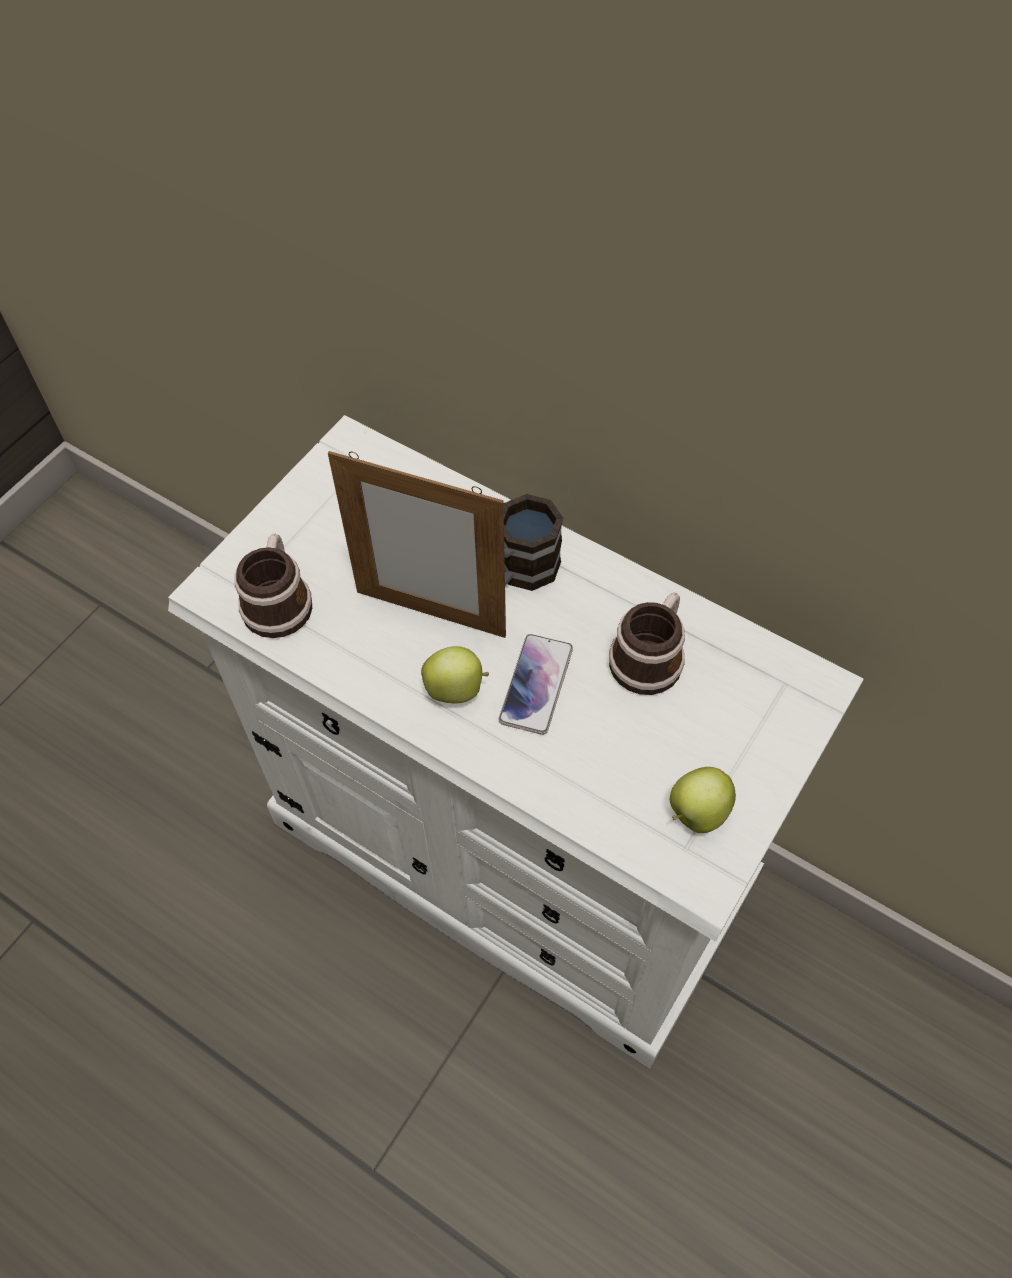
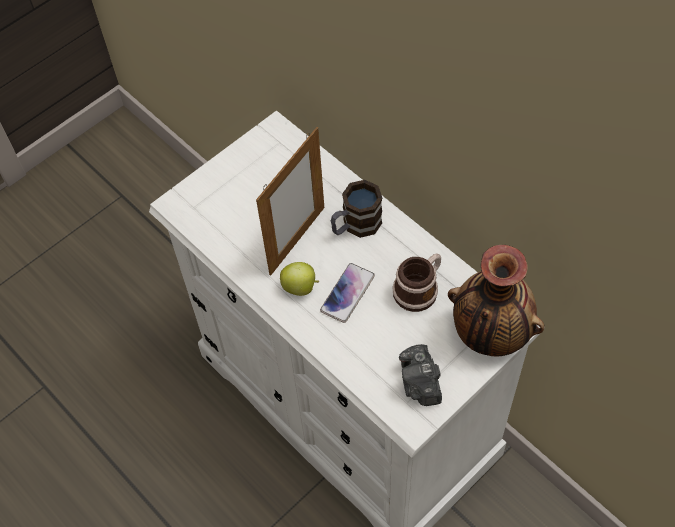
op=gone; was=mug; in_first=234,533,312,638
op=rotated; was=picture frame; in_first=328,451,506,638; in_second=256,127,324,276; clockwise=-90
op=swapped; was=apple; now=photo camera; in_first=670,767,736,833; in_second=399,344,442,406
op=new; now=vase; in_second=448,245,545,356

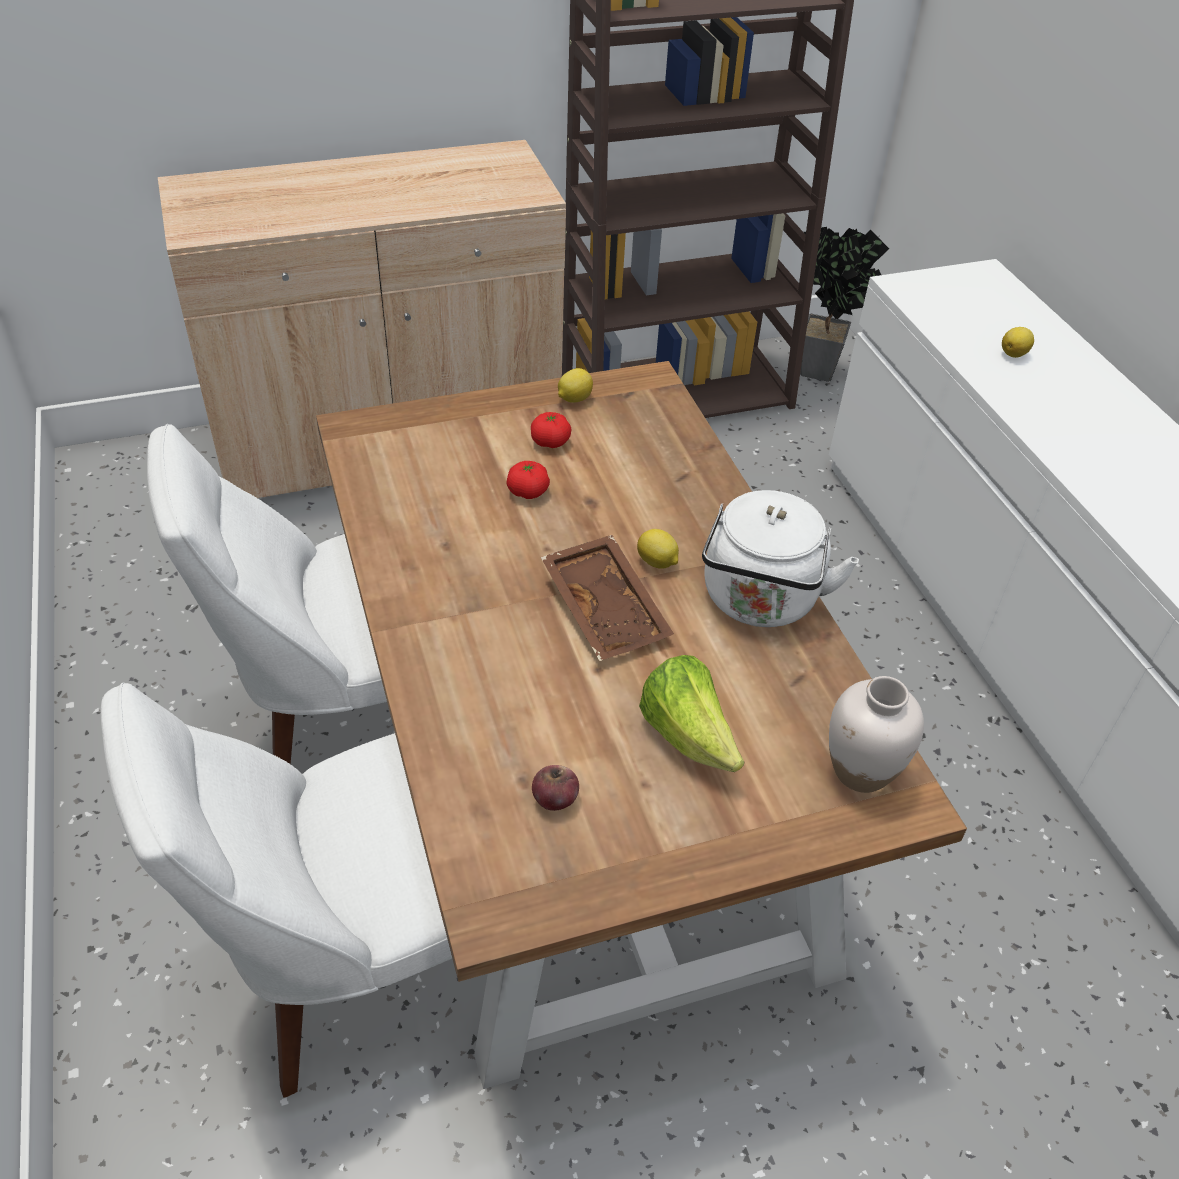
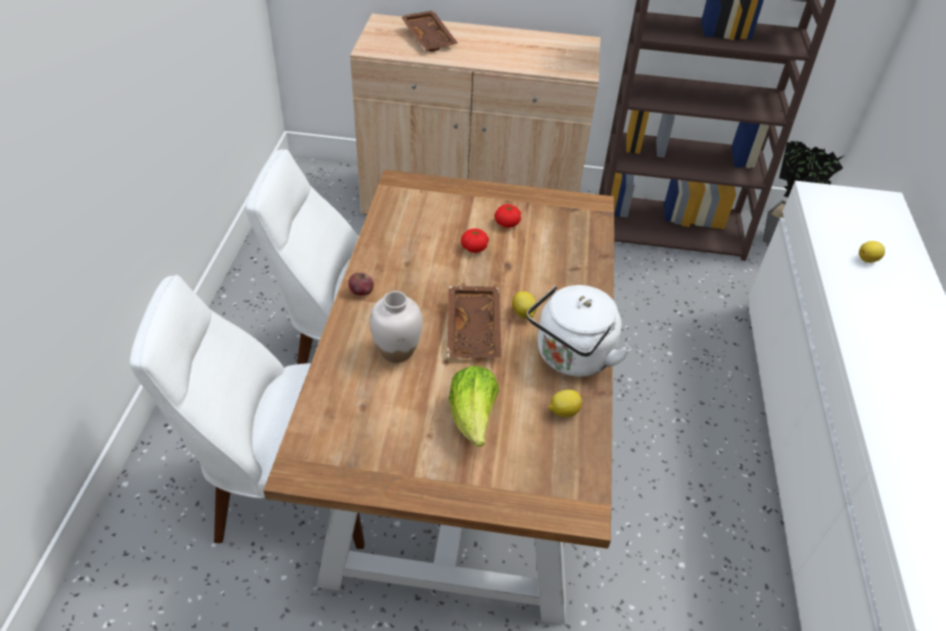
op=shifted; was=apple; in_first=532,765,579,811; in_second=348,273,374,296
op=shifted; was=lemon; in_first=558,368,593,403; in_second=549,389,582,417
op=shifted; was=vase/white; in_first=829,676,924,793; in_second=369,291,422,363
op=new; now=tray/brown; in_second=401,10,458,52

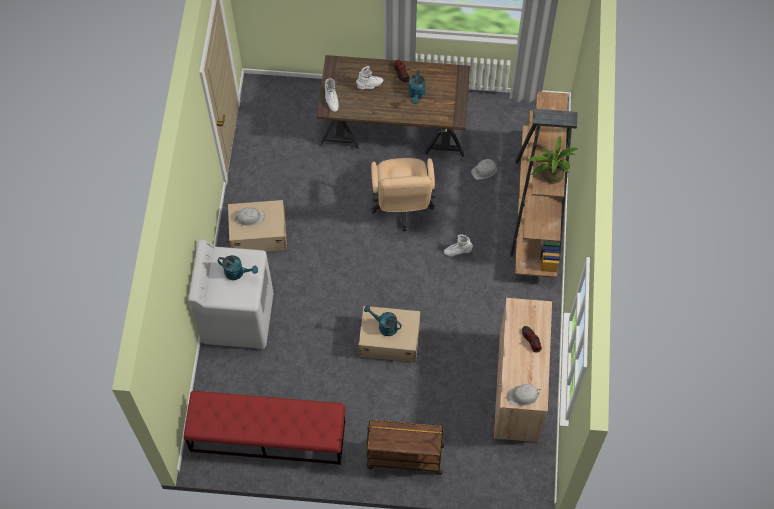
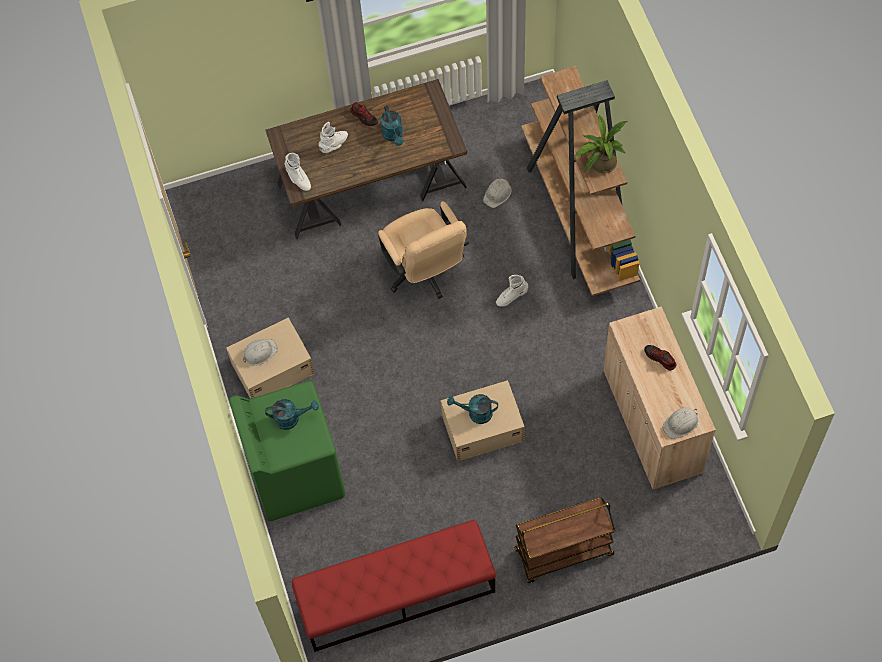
op=repainted; was=washing machine/white; now=washing machine/green; in_first=188,239,274,349; in_second=229,381,345,522

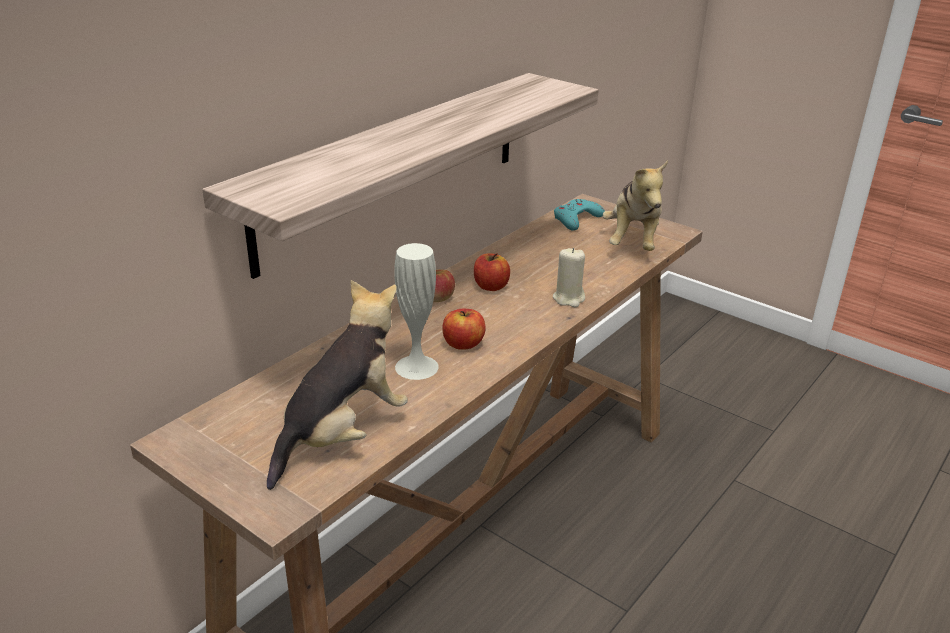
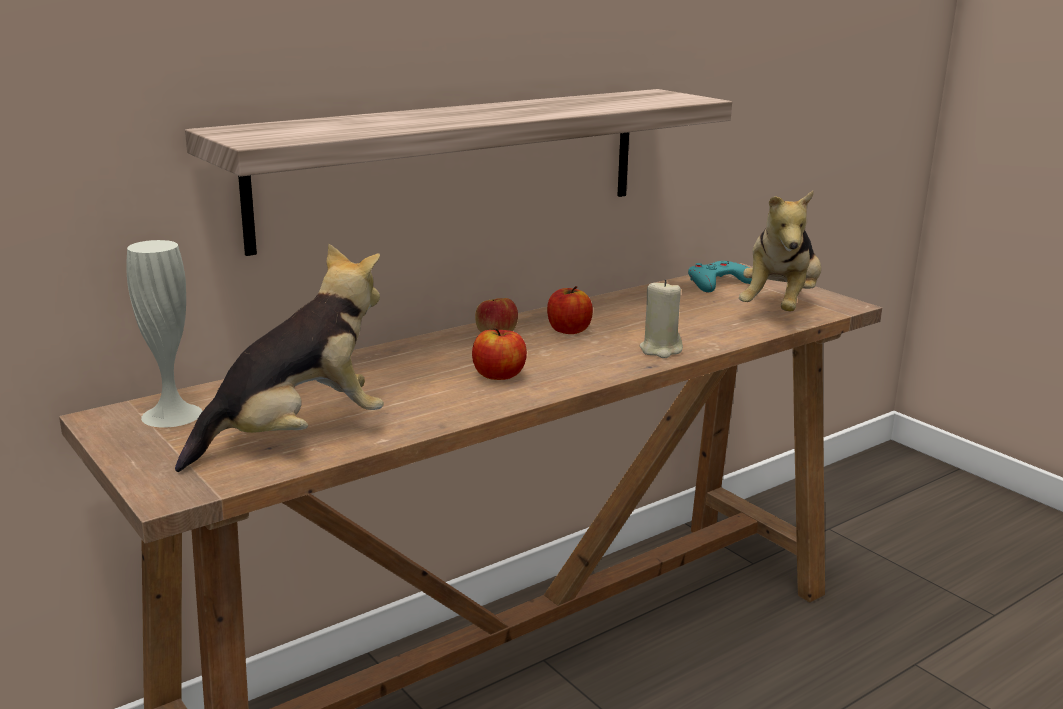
op=shifted; was=vase/white; in_first=394,243,439,380; in_second=127,240,203,427

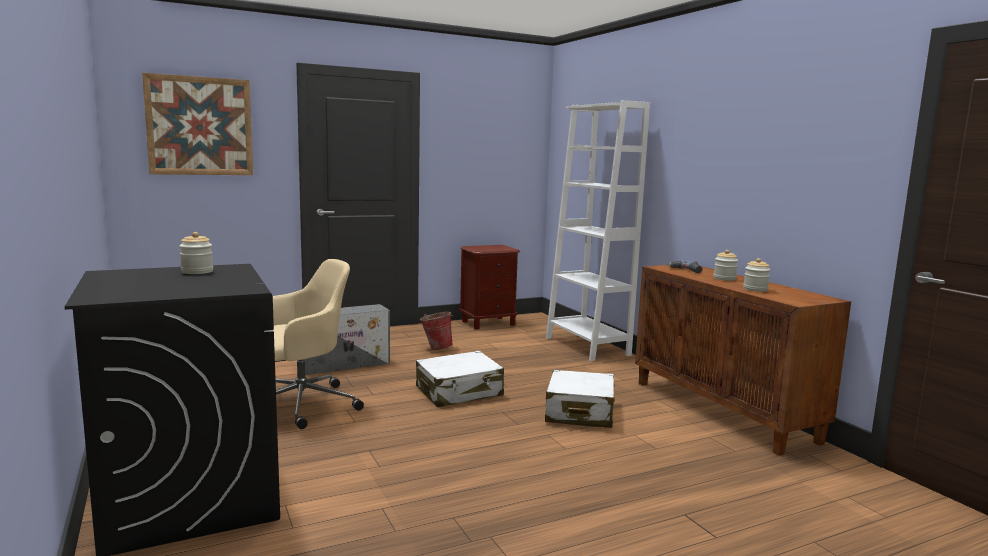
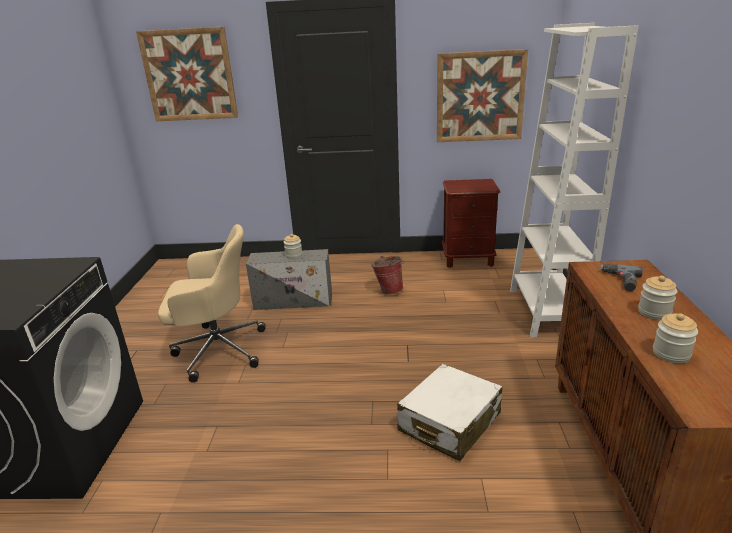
op=shifted; was=jar; in_first=180,232,213,274; in_second=284,234,302,259
op=gone; was=suitcase/white; in_first=416,351,504,407
op=new; now=picture; in_second=437,49,528,142

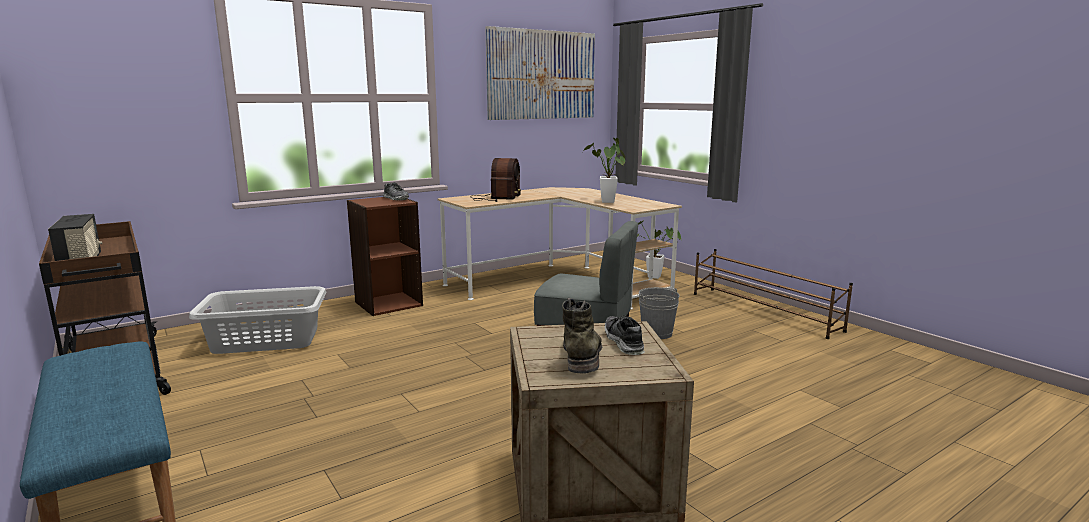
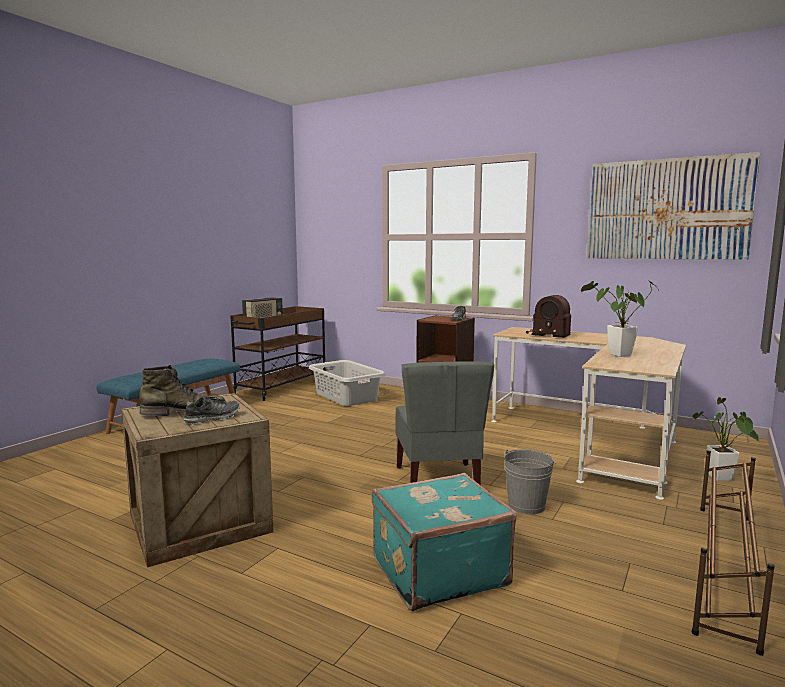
op=rotated; was=radio; in_first=470,158,521,202; in_second=526,295,571,338; clockwise=45
op=new; now=suitcase/turquoise; in_second=372,473,517,611

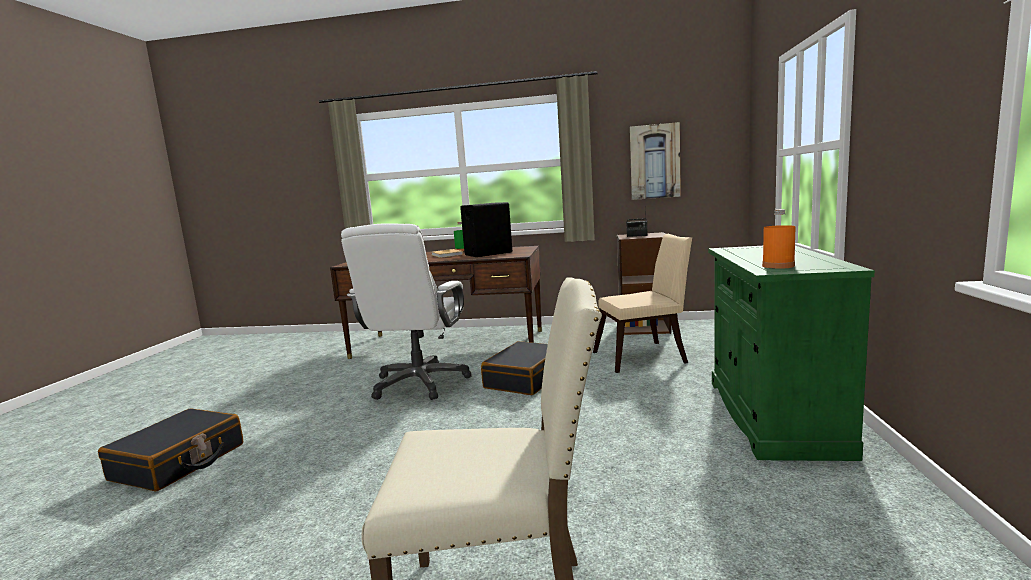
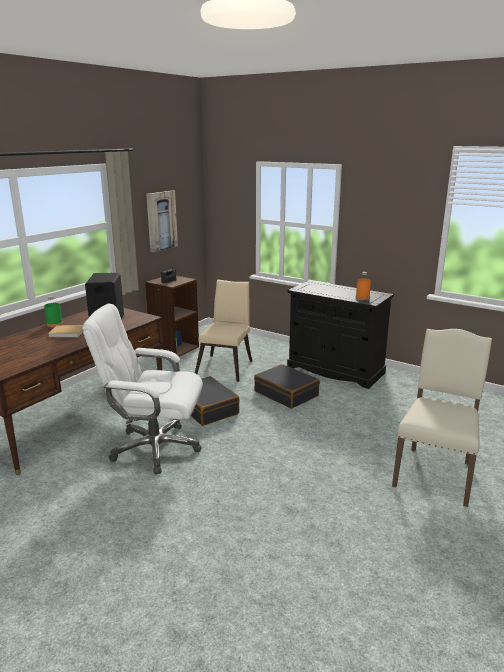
op=shifted; was=suitcase/black; in_first=98,409,243,492; in_second=254,364,320,409
op=rotated; was=office chair/white; in_first=341,224,472,400; in_second=82,303,203,474; clockwise=150
op=repainted; was=cabinet/green; now=cabinet/black; in_first=708,246,875,461; in_second=287,280,394,389

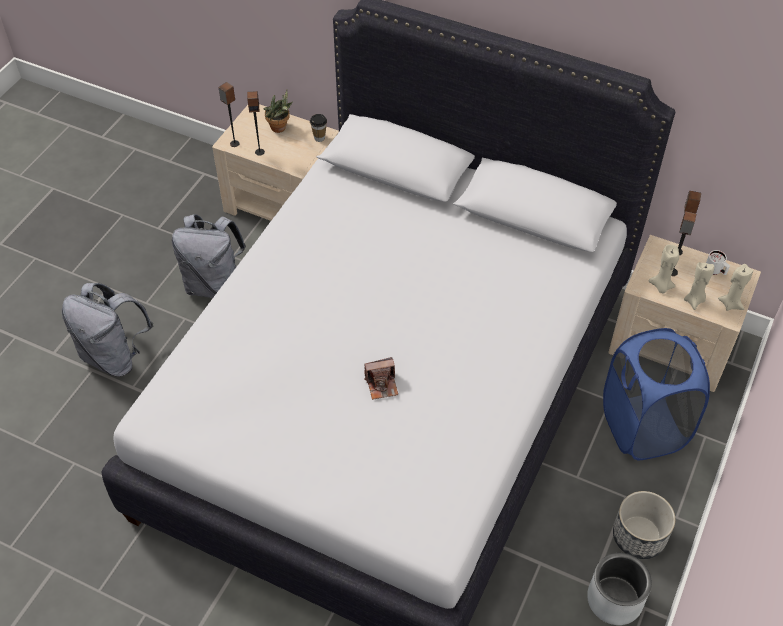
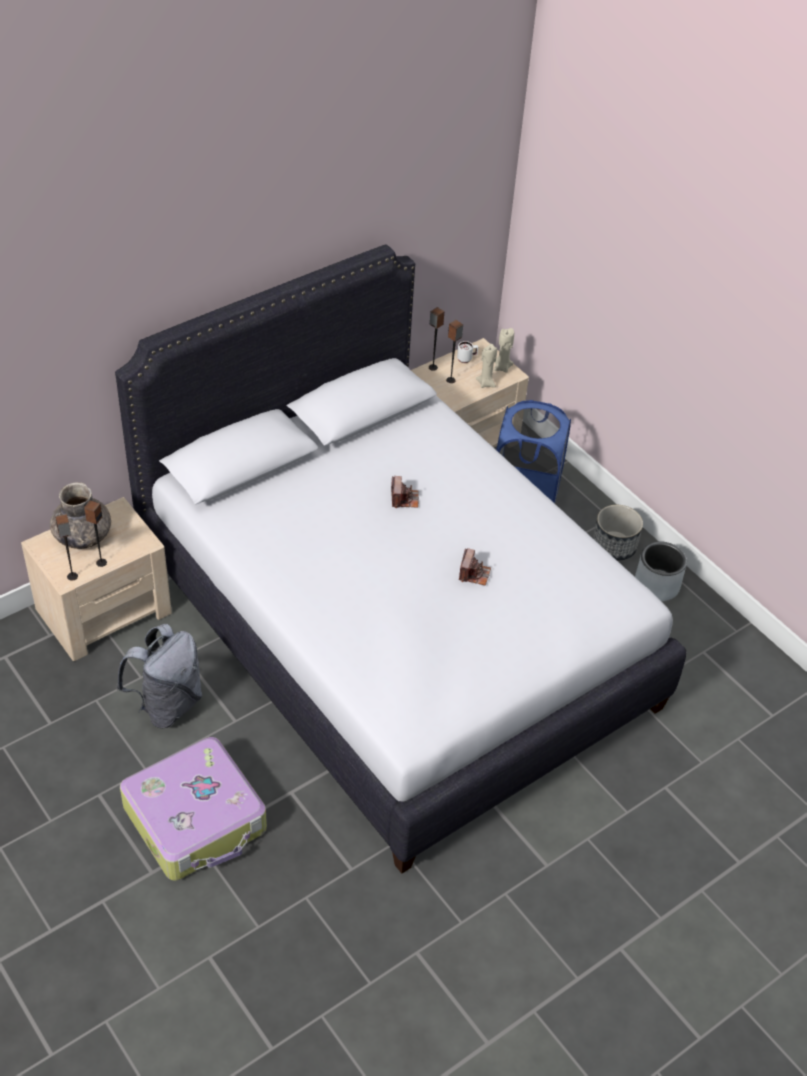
op=swapped; was=backpack/grey; now=suitcase; in_first=62,283,153,377; in_second=120,737,267,880
op=swapped; was=potted plant; now=vase/grey; in_first=264,90,293,133; in_second=50,482,111,549
op=gone; was=cup; in_first=310,114,327,142
op=gone; was=candle/beige; in_first=648,244,679,294
op=new; now=photo camera; in_second=391,476,419,508

